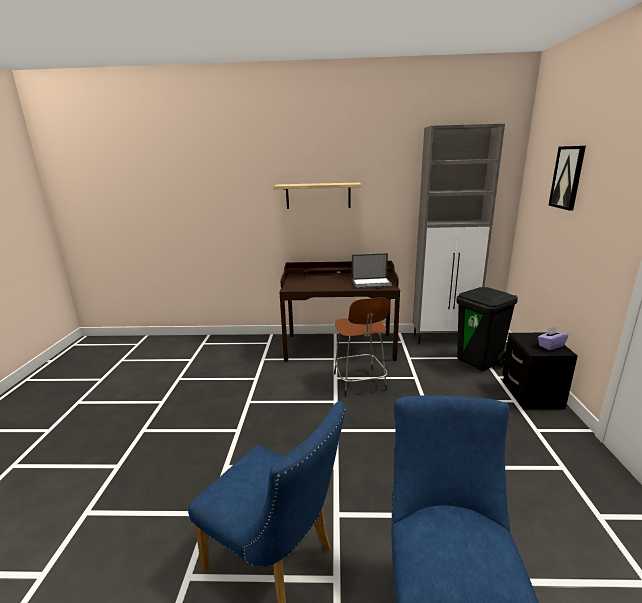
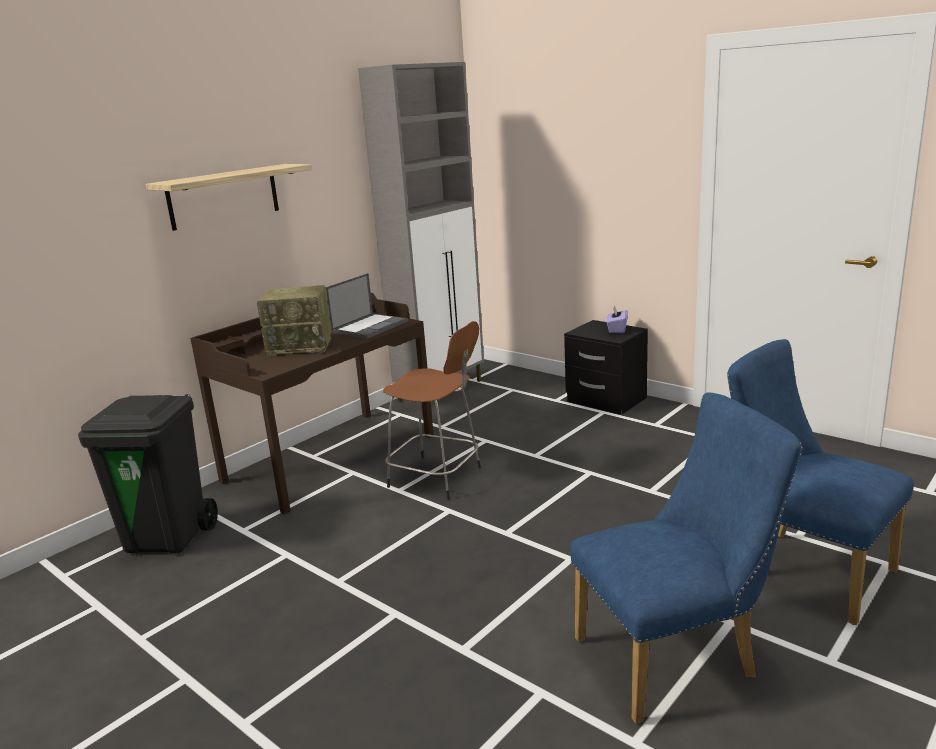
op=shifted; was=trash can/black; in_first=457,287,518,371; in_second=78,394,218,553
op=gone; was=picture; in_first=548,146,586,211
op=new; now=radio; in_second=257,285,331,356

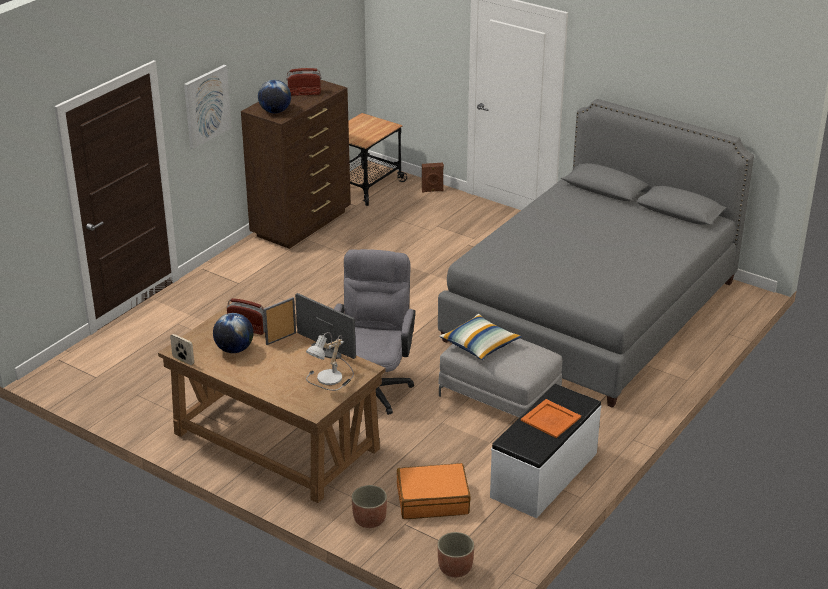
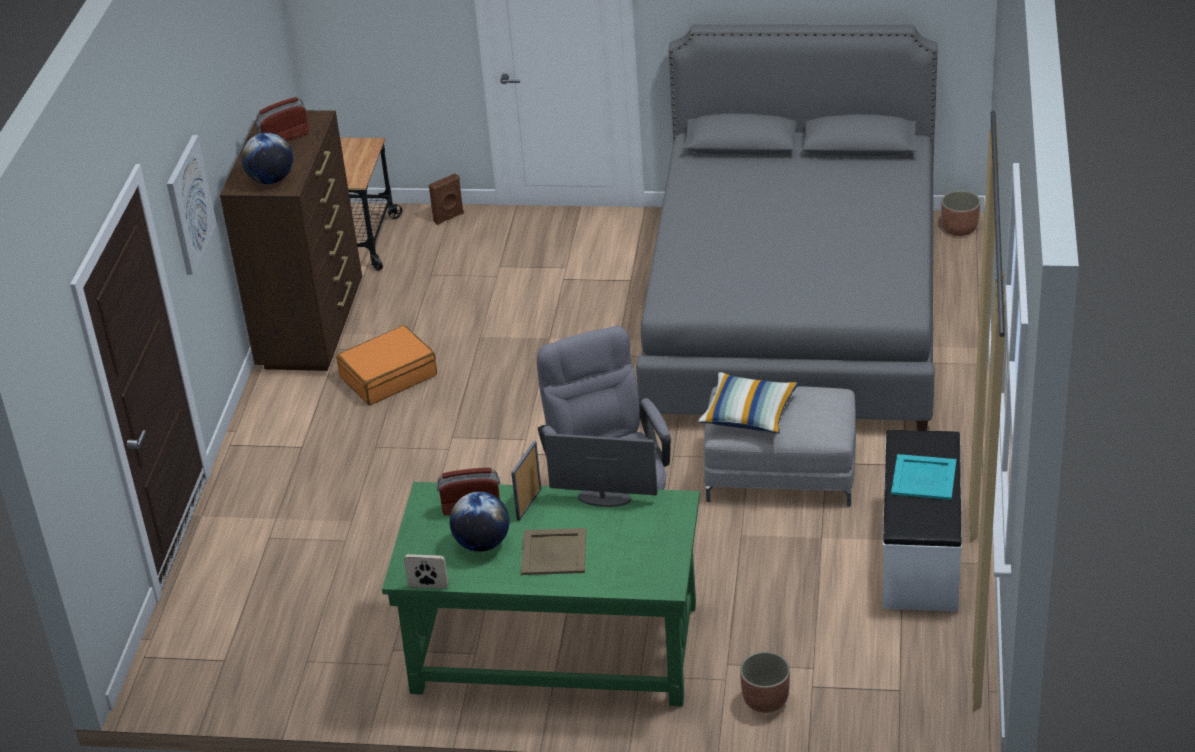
op=repainted; was=desk/brown; now=desk/green; in_first=158,307,386,503; in_second=382,482,700,706
op=gone; was=table lamp; in_first=306,332,354,391
op=shifted; was=suitcase/orange; in_first=397,463,471,519; in_second=336,325,437,405
op=shifted; was=planter; in_first=437,532,474,577; in_second=942,191,981,236
op=repainted; was=tray/orange; now=tray/turquoise; in_first=521,399,581,438; in_second=891,454,956,500
op=new; now=tray/beige; in_second=521,528,586,575

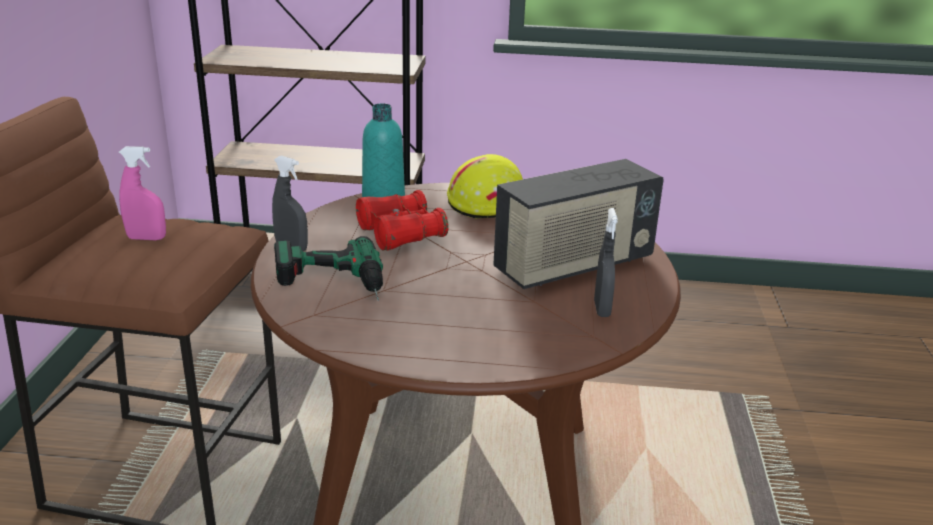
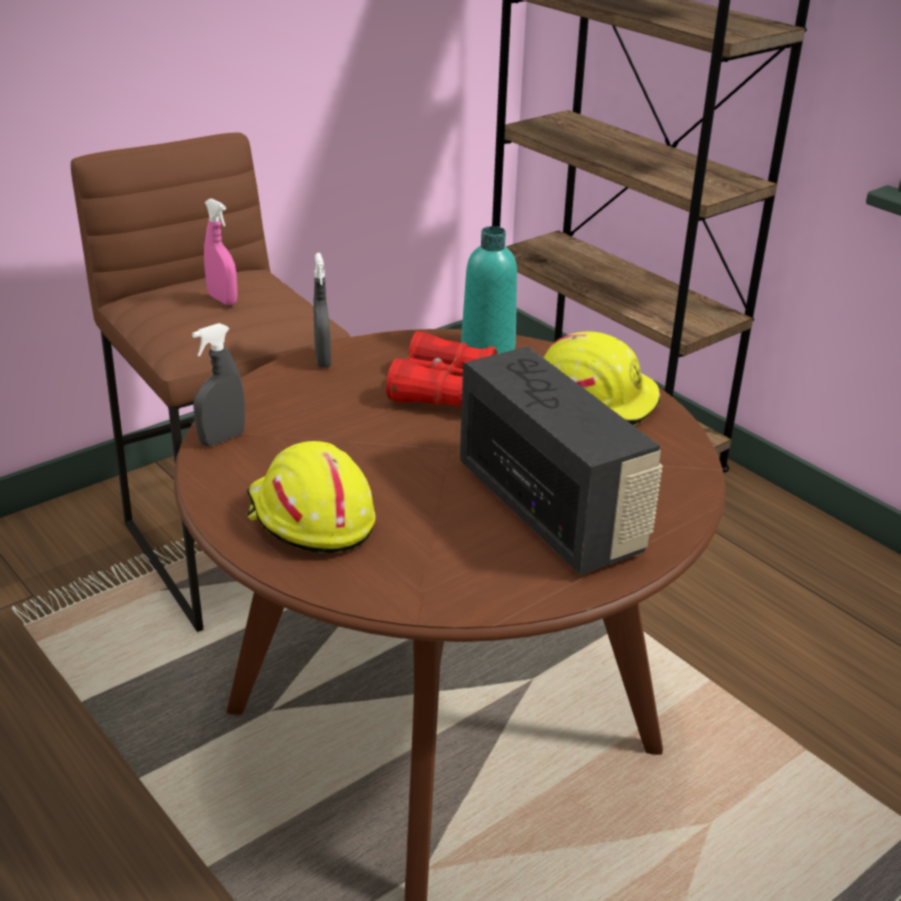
op=gone; was=power drill; in_first=274,236,383,301
op=rotated; was=radio; in_first=493,159,664,289; in_second=460,347,663,575; clockwise=-135
op=shifted; was=spray bottle/grey; in_first=594,208,618,317; in_second=192,323,245,446
op=new; now=hard hat/yellow; in_second=247,441,375,553

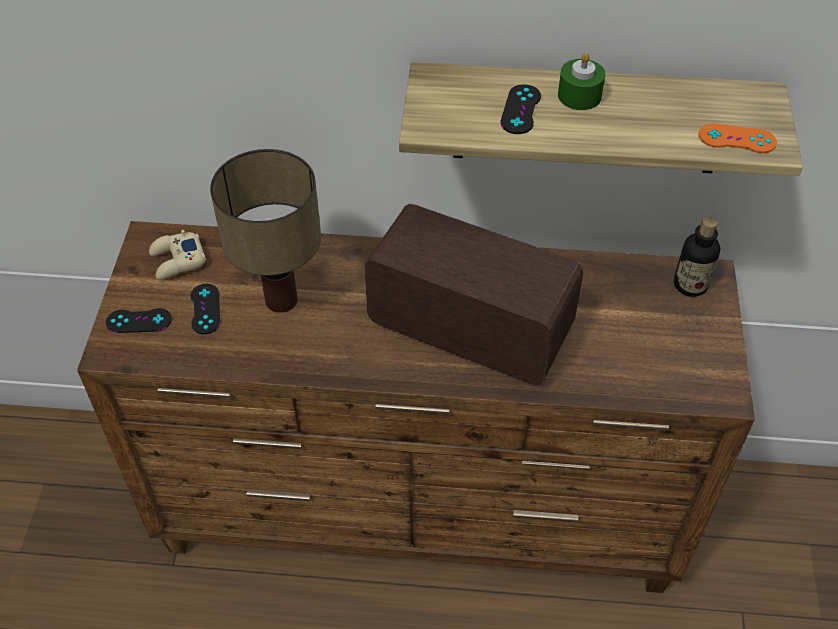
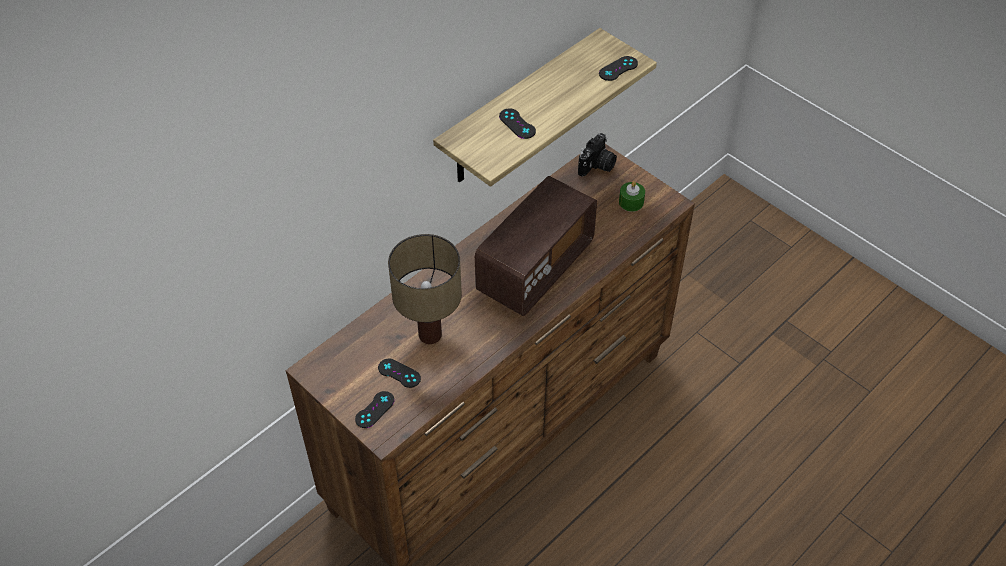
op=gone; was=game controller/beige; in_first=149,230,206,280
op=rotated; was=radio; in_first=364,204,584,385; in_second=475,176,597,316; clockwise=150
op=shifted; was=candle/green; in_first=558,52,606,110; in_second=619,181,645,212
op=swapped; was=bottle; now=photo camera; in_first=674,217,720,297; in_second=578,133,617,177
op=repainted; was=game controller/orange; now=game controller/black; in_first=699,123,777,153; in_second=599,56,638,81

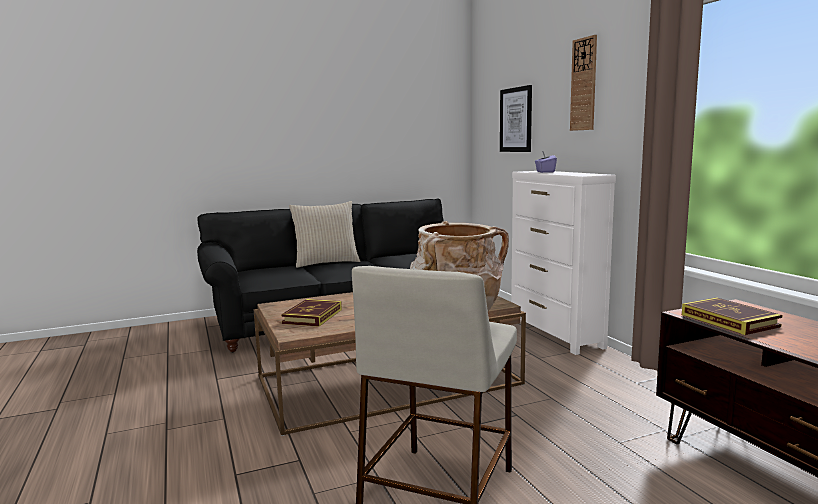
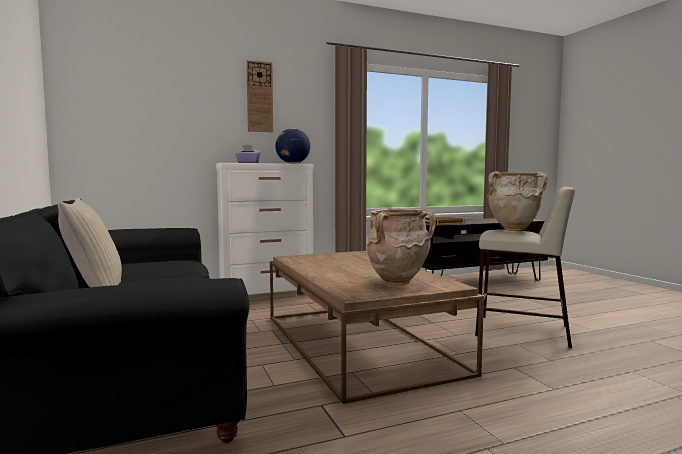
op=swapped; was=book; now=vase/beige; in_first=281,299,342,326; in_second=366,208,436,285
op=gone; was=picture; in_first=500,85,532,152
op=new; now=globe; in_second=275,128,310,164

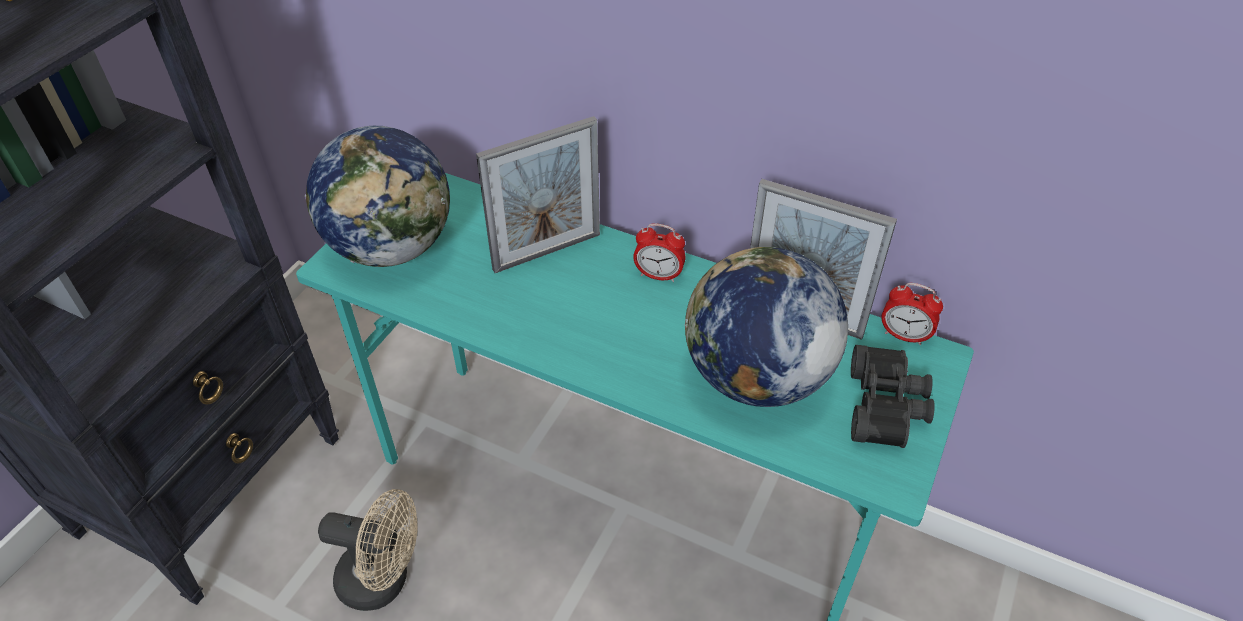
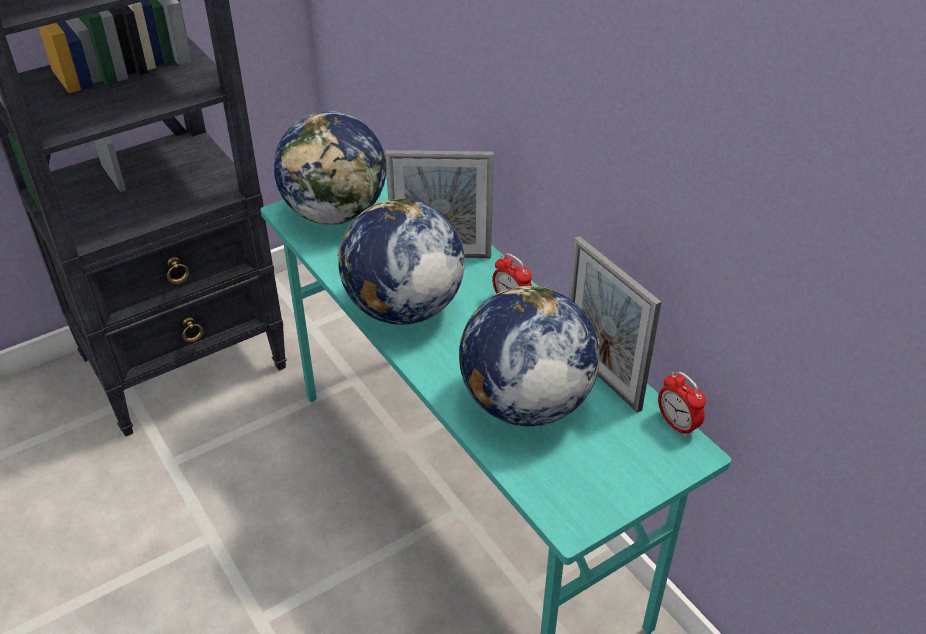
op=gone; was=fan/beige; in_first=318,489,418,611
op=gone; was=binoculars/black; in_first=851,345,935,448
op=new; now=globe; in_second=337,199,465,325

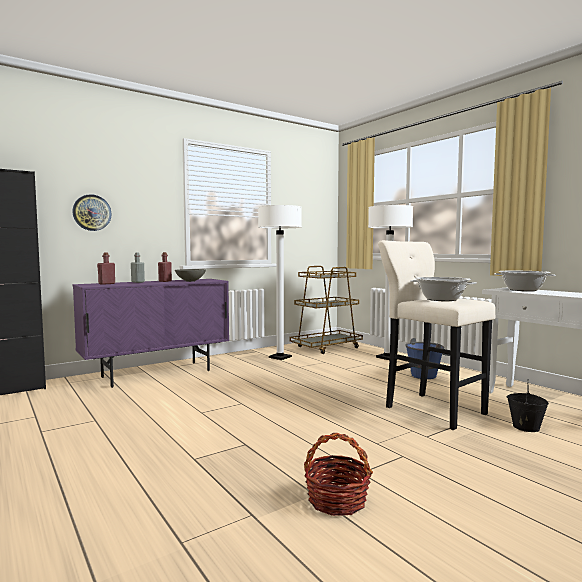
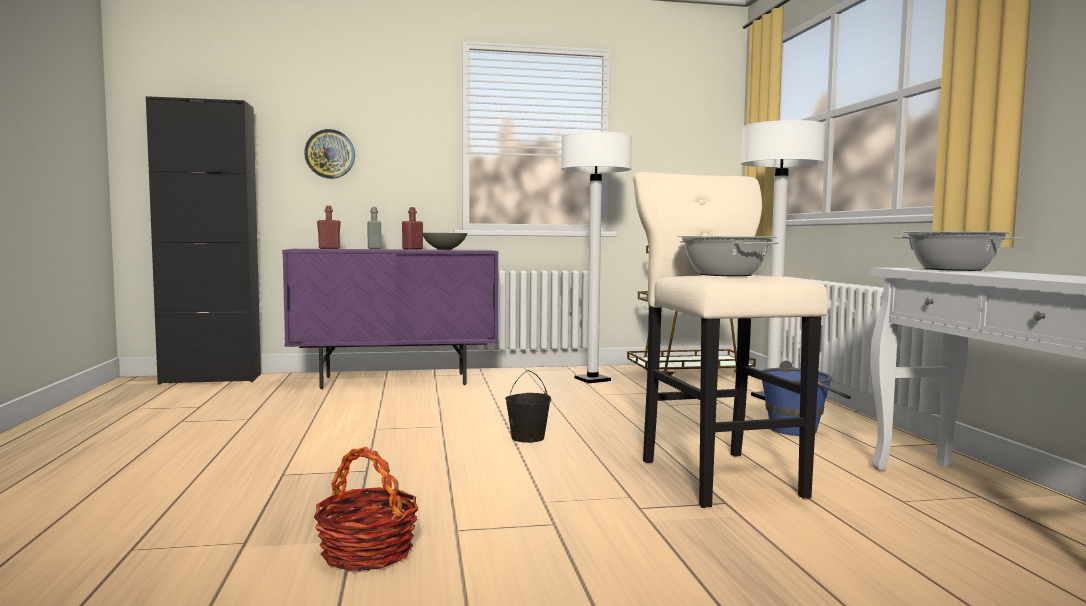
op=shifted; was=bucket/black; in_first=507,385,549,432; in_second=505,370,551,443

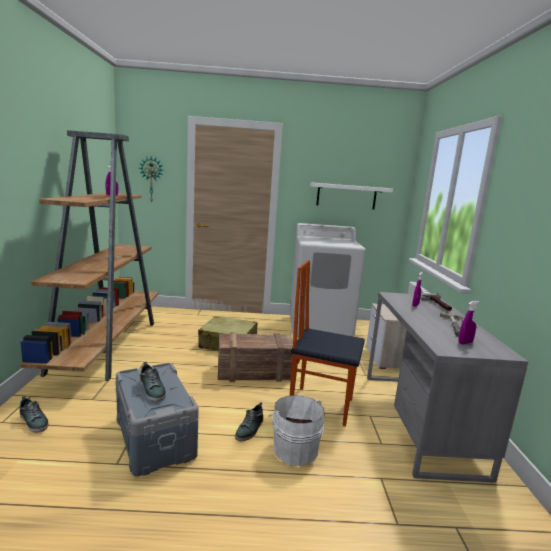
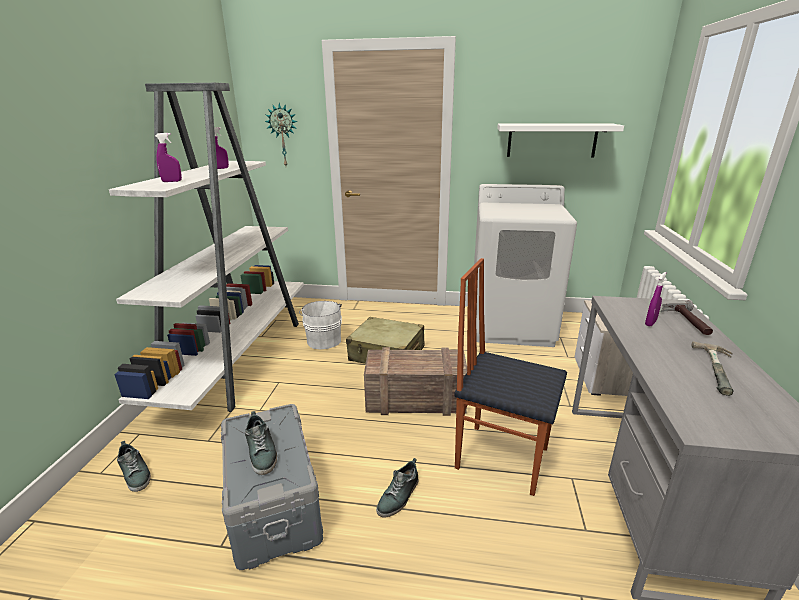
op=repainted; was=bookcase/brown; now=bookcase/white; in_first=20,130,158,381; in_second=109,83,304,412
op=shifted; was=bucket/white; in_first=268,395,324,466; in_second=299,301,342,349
op=shifted; was=spray bottle/purple; in_first=459,301,479,344; in_second=155,133,182,182

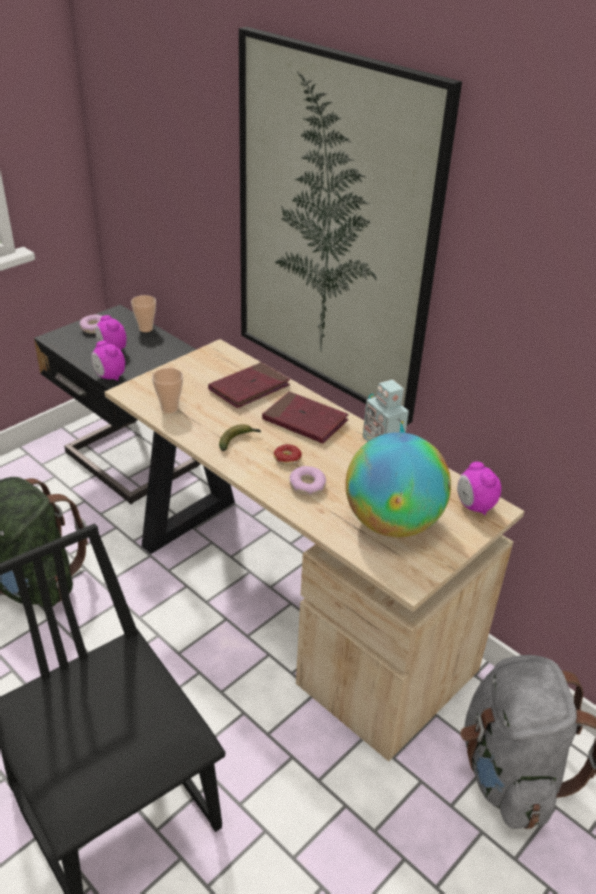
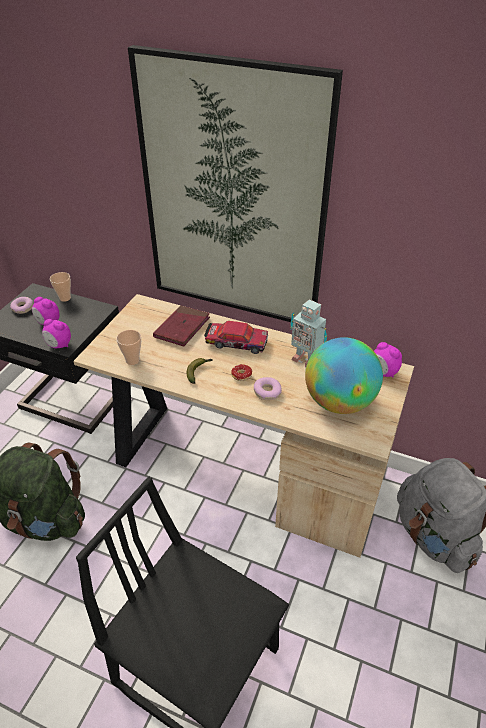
op=swapped; was=book/red; now=toy car; in_first=262,391,349,444; in_second=204,321,268,354

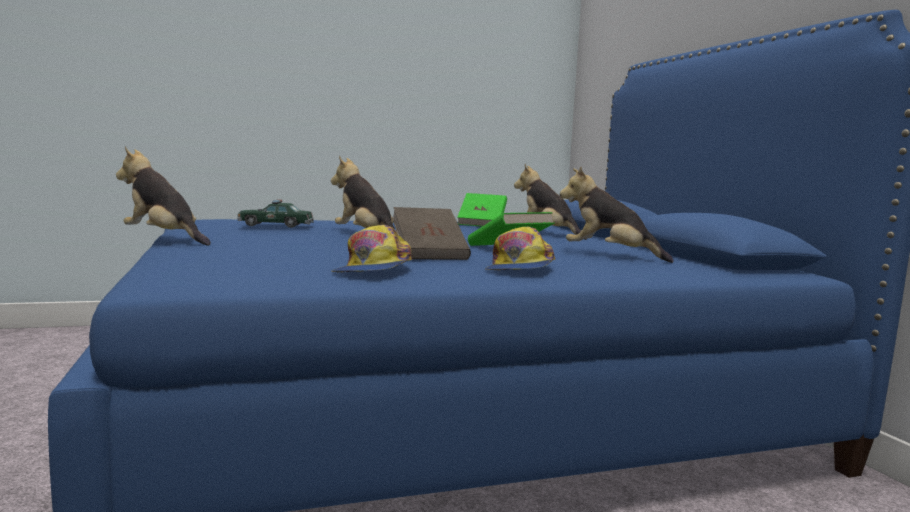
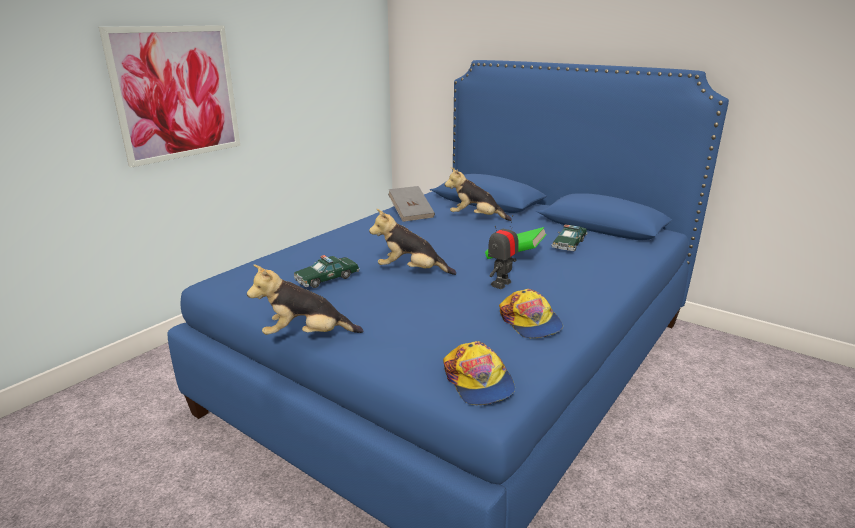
op=swapped; was=book/brown; now=toy robot; in_first=392,207,471,260; in_second=488,215,519,289
op=repainted; was=book/green; now=book/grey; in_first=457,193,507,227; in_second=388,186,435,222
op=shifted; was=cap; in_first=485,227,555,270; in_second=443,341,515,405
op=swapped; was=plush toy; now=toy car; in_first=560,167,674,263; in_second=551,224,588,252
op=new; now=picture; in_second=99,25,240,168

